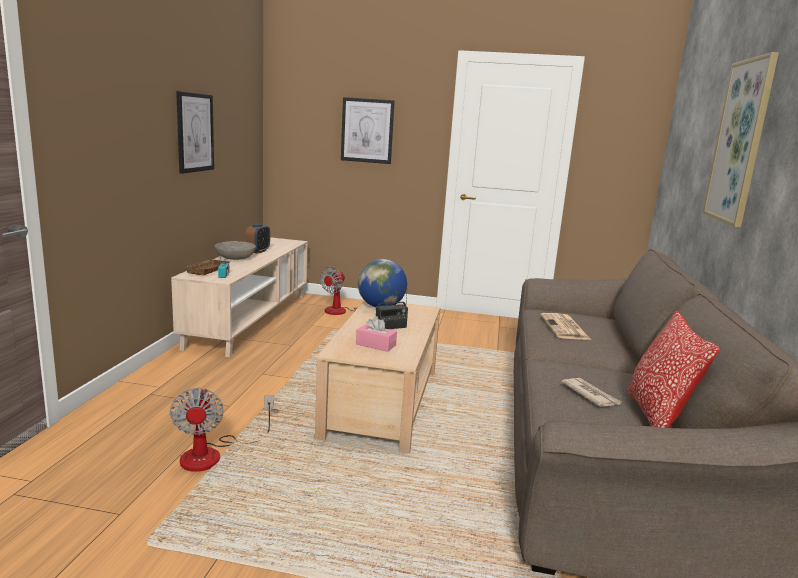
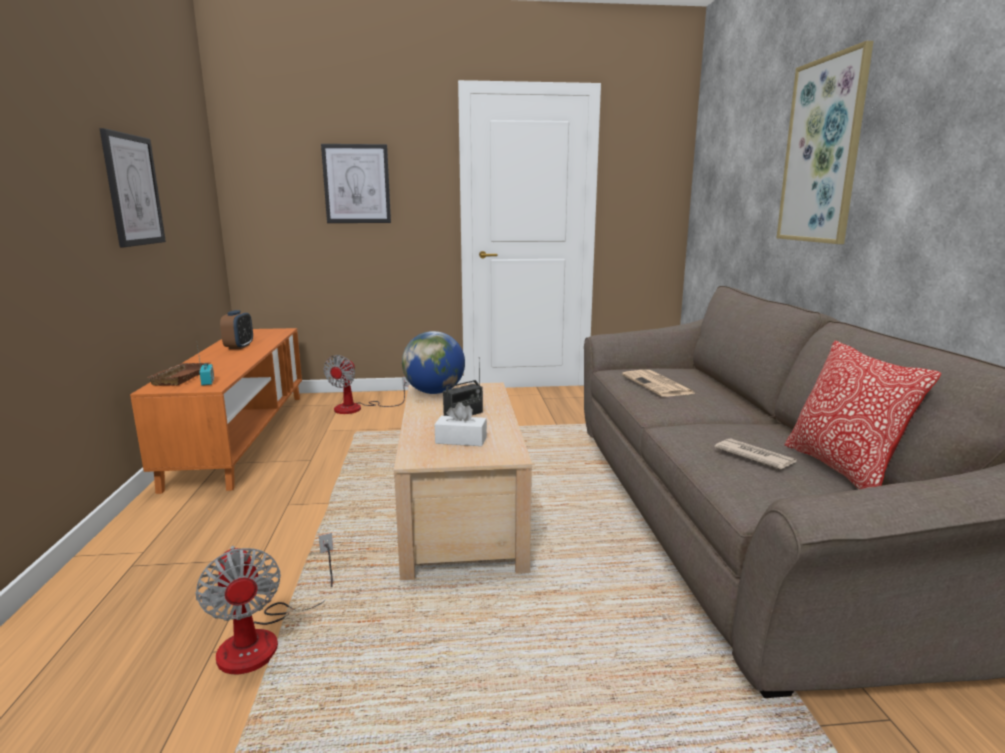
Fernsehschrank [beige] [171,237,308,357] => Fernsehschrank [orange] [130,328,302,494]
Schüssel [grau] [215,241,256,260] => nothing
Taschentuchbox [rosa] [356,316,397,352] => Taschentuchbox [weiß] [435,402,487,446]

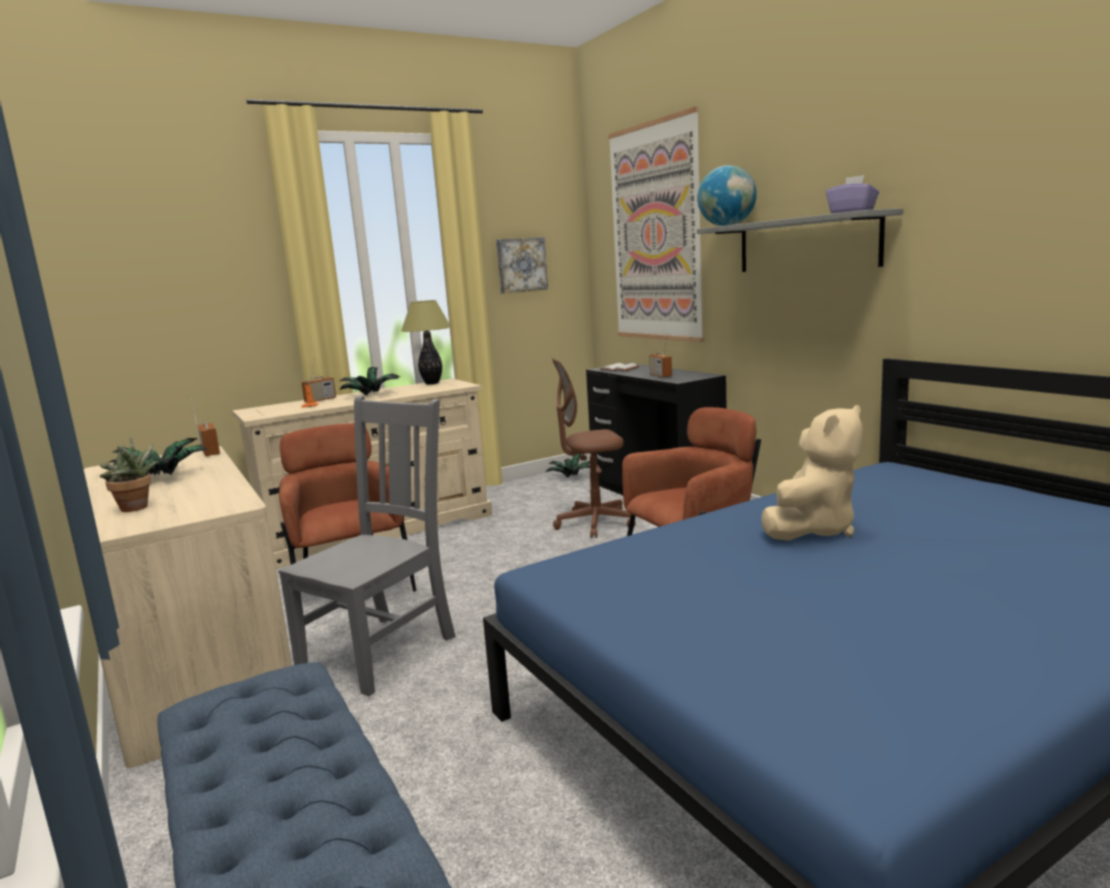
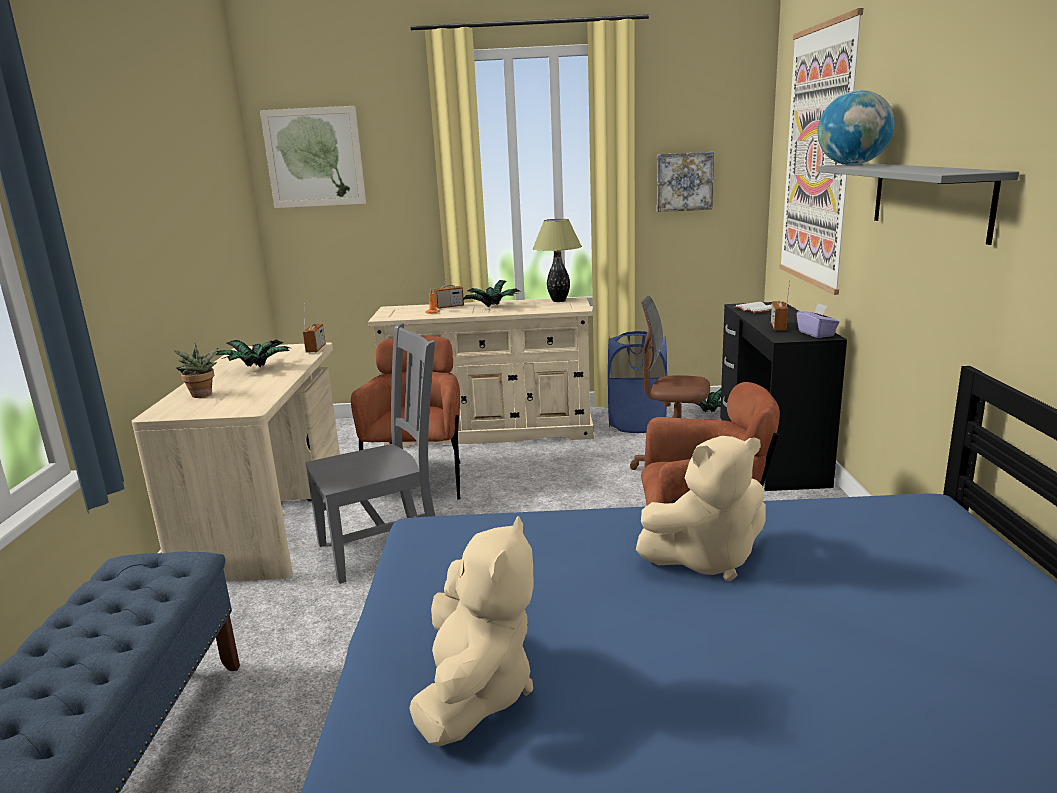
Taschentuchbox [lila] [826,175,879,213] => Taschentuchbox [lila] [796,303,840,338], relocated
nothing => Bild [260,106,366,208]
nothing => Wäschekorb [blau] [608,331,667,433]
nothing => Plüschtier [beige] [409,516,533,746]

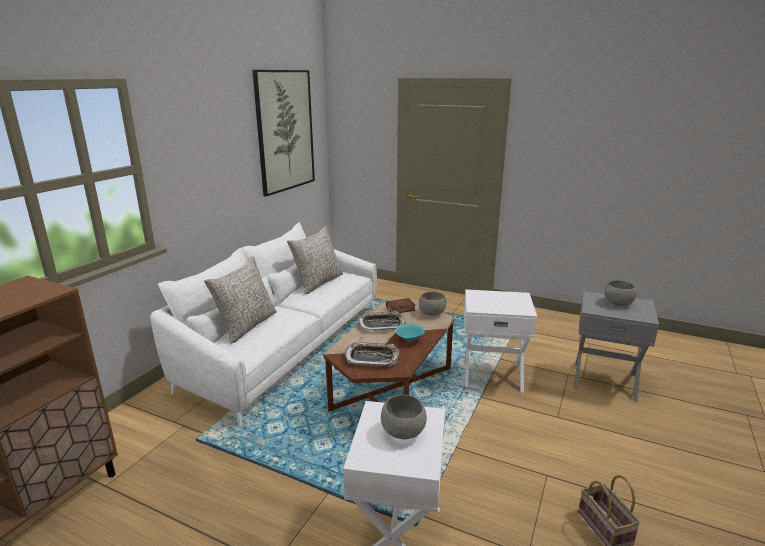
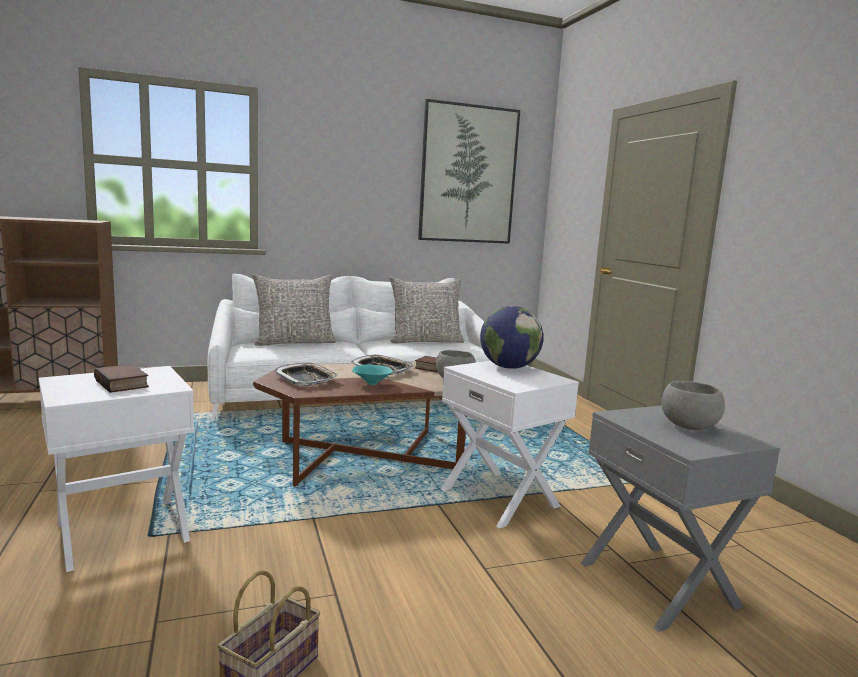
Schüssel [grau] [381,395,427,439] => Buch [94,364,149,393]
nothing => Globus [480,306,543,369]

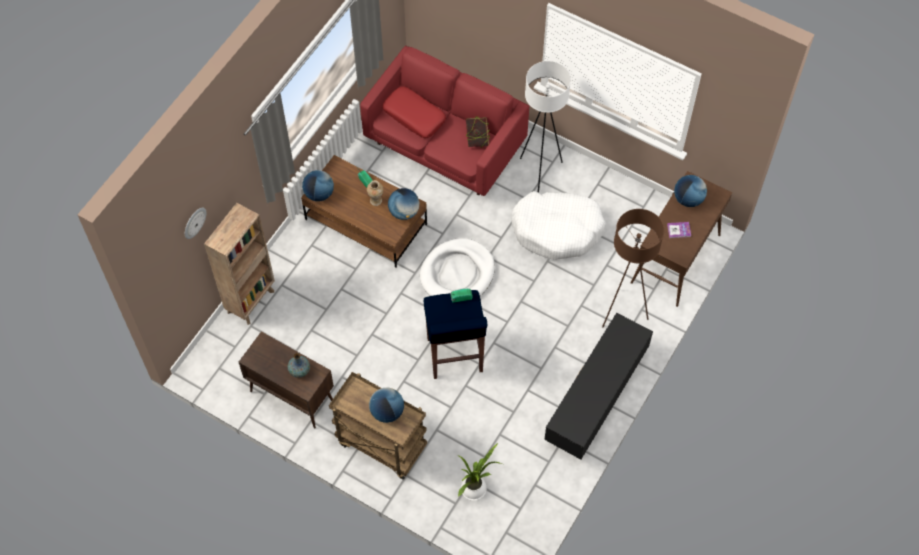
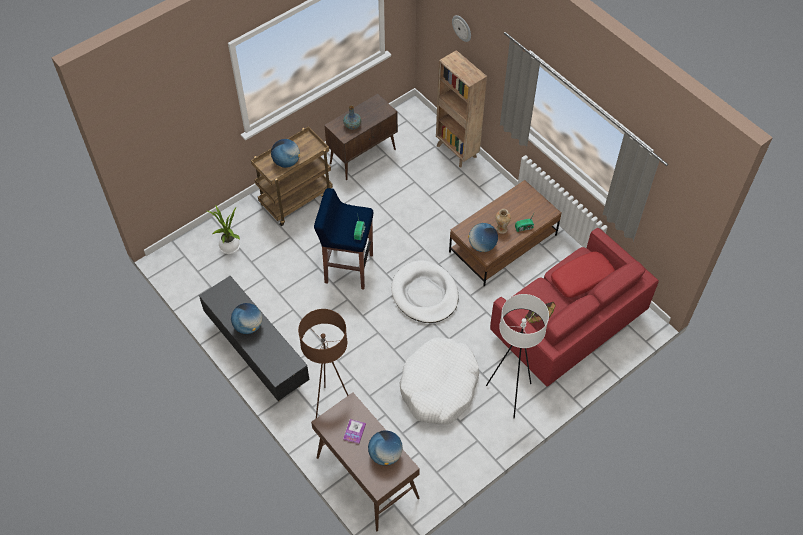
Globus [302,170,334,201] => Globus [231,303,262,334], relocated

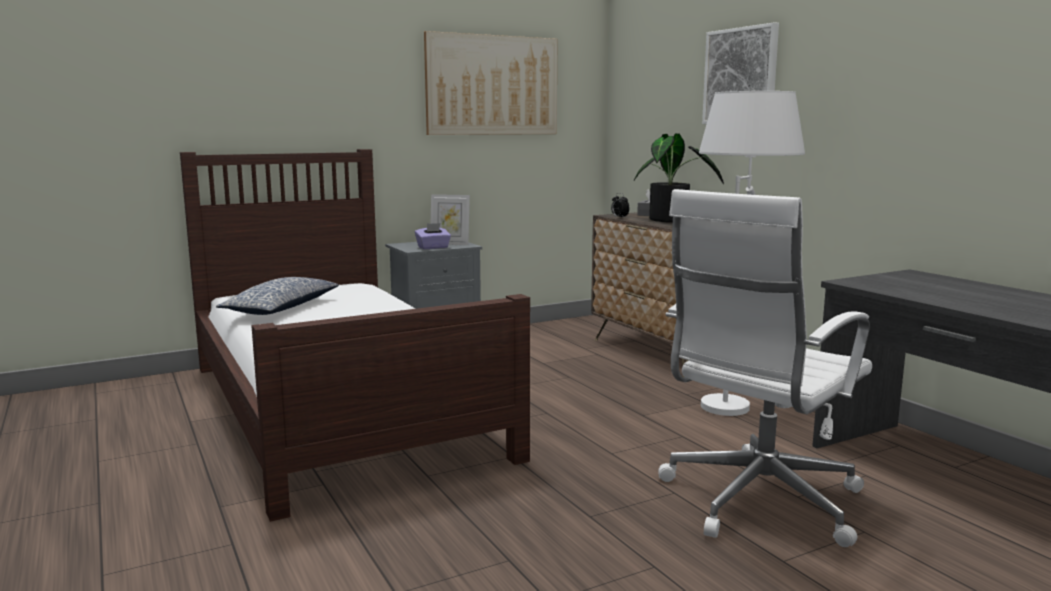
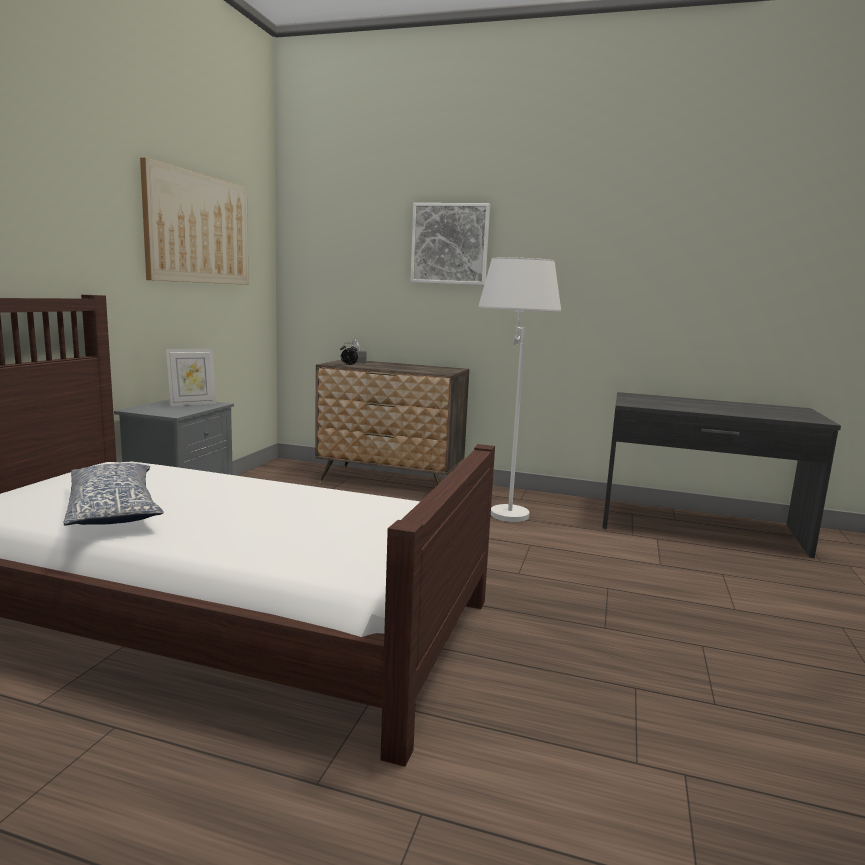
Topfpflanze [634,133,724,222] => nothing
Bürostuhl [weiß] [658,189,872,547] => nothing
Taschentuchbox [lila] [415,223,451,249] => nothing

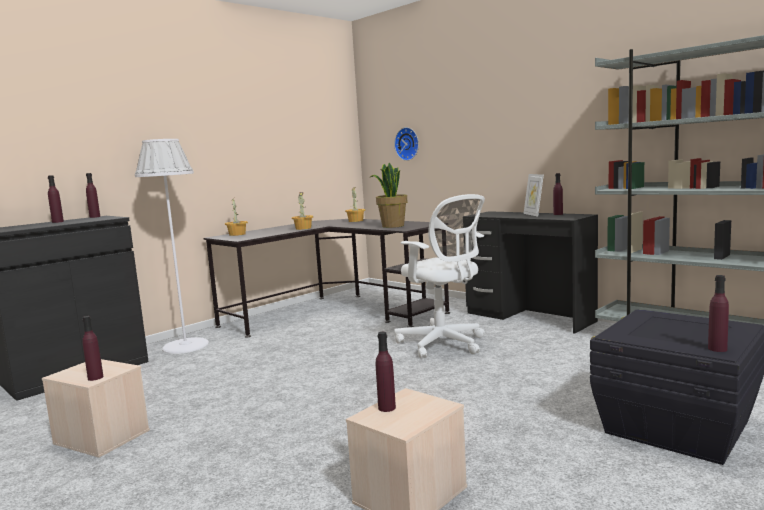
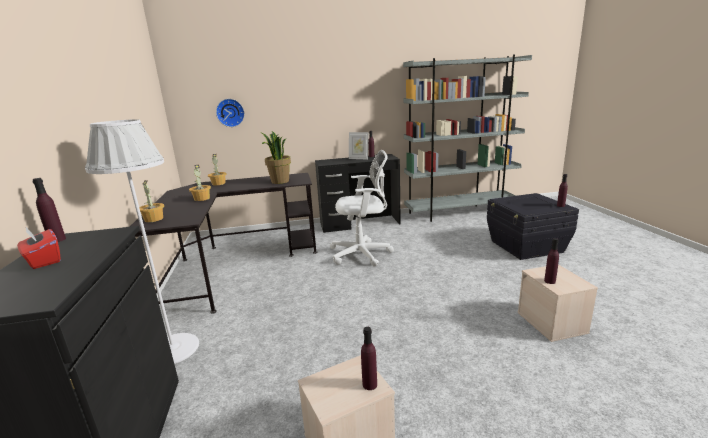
Flasche [lila] [48,175,64,223] => Taschentuchbox [rot] [17,227,61,269]

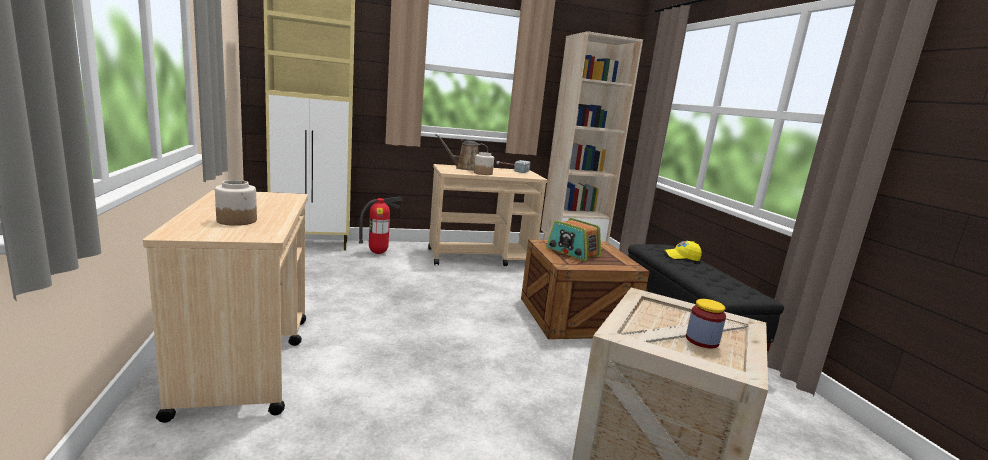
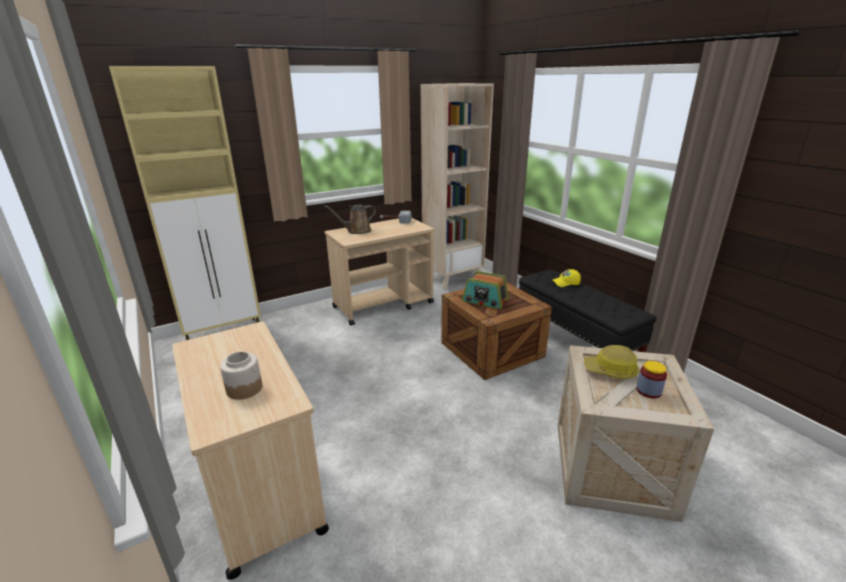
Vorratsglas [474,152,494,175] => nothing
Feuerlöscher [359,196,403,254] => nothing
nothing => Schutzhelm [584,345,639,379]

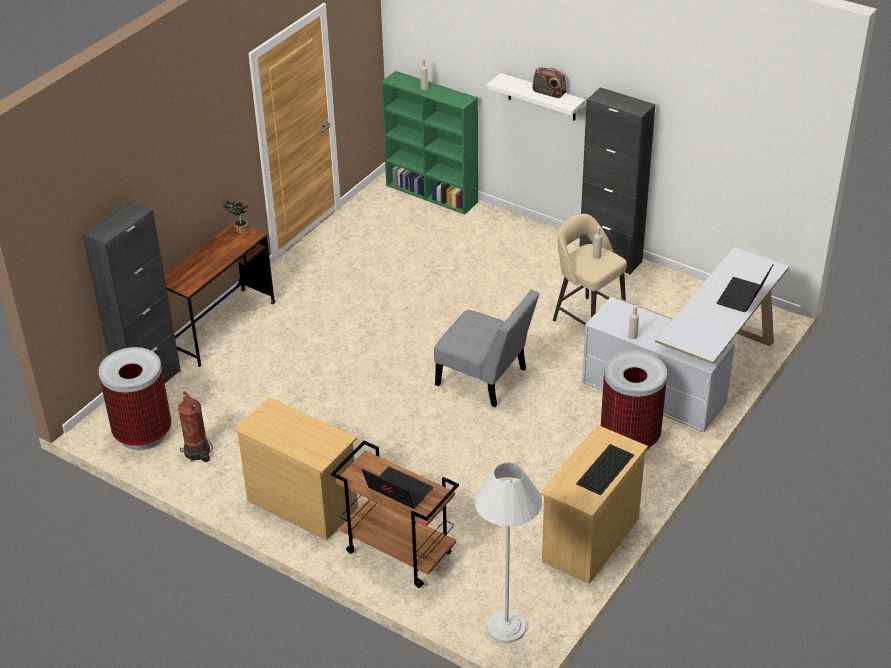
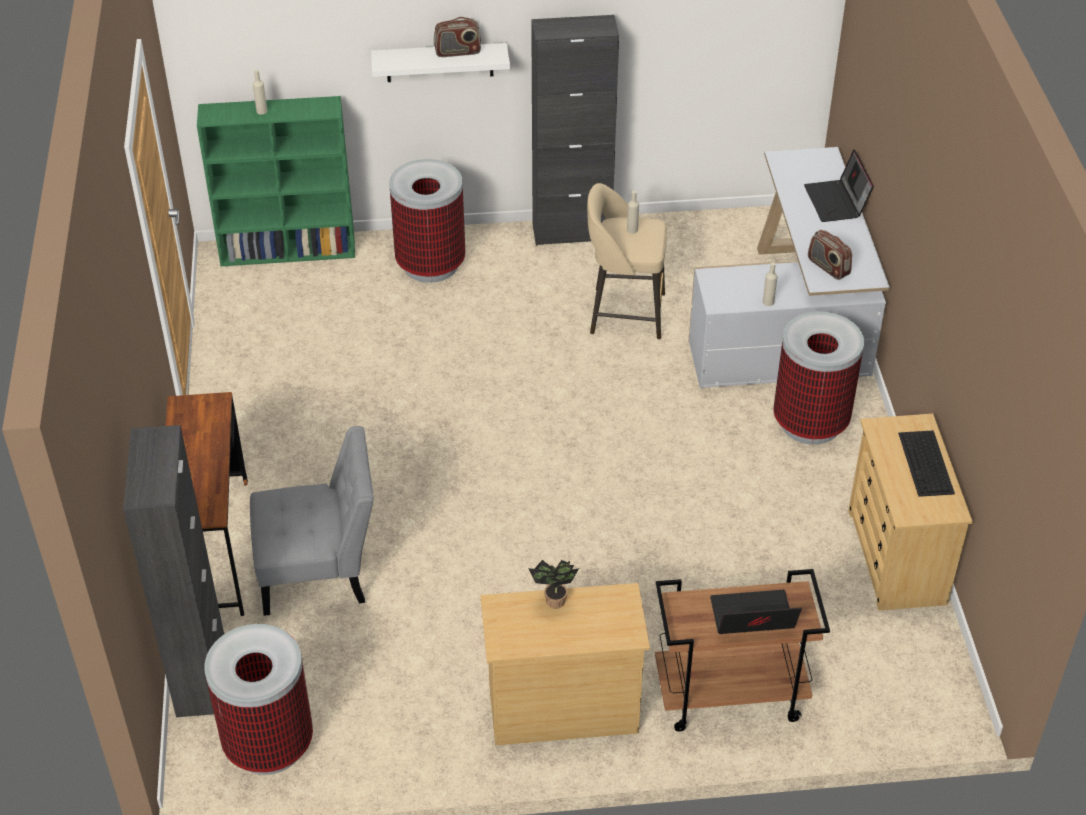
Topfpflanze [222,200,249,233] => Topfpflanze [528,560,579,608], relocated
Stuhl [grau] [434,290,539,407] => Stuhl [grau] [250,426,374,616], relocated
Feuerlöscher [178,391,213,462] => nothing
Stehlampe [weiß] [474,463,542,643] => nothing
nothing => Mülleimer [389,159,465,283]
nothing => Radio [808,230,852,280]

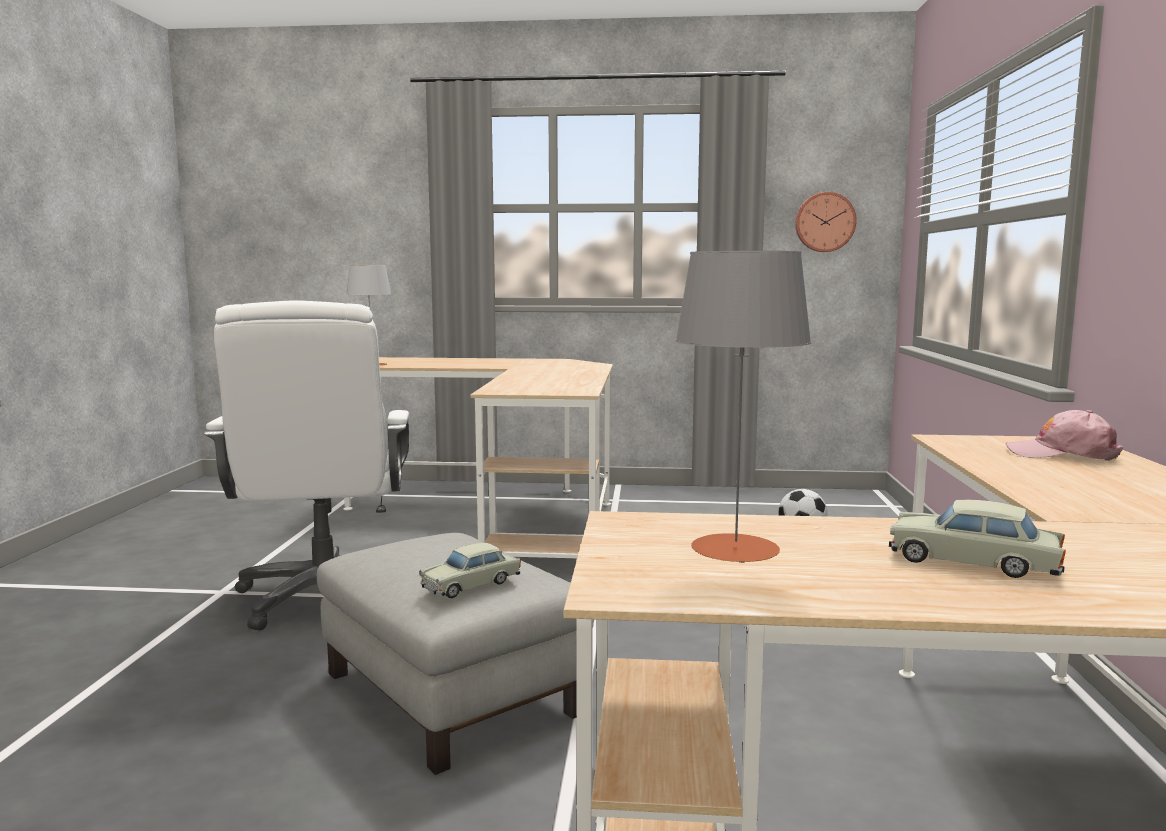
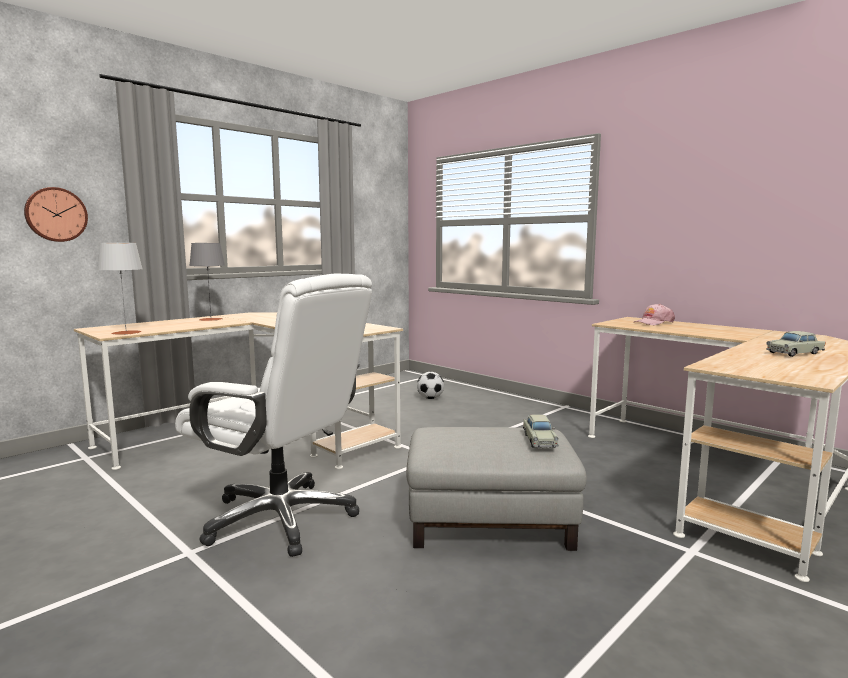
Wanduhr [795,192,856,252] => Wanduhr [24,187,88,242], relocated
Tischlampe [grau] [675,251,811,563] => Tischlampe [grau] [189,243,225,321], relocated

